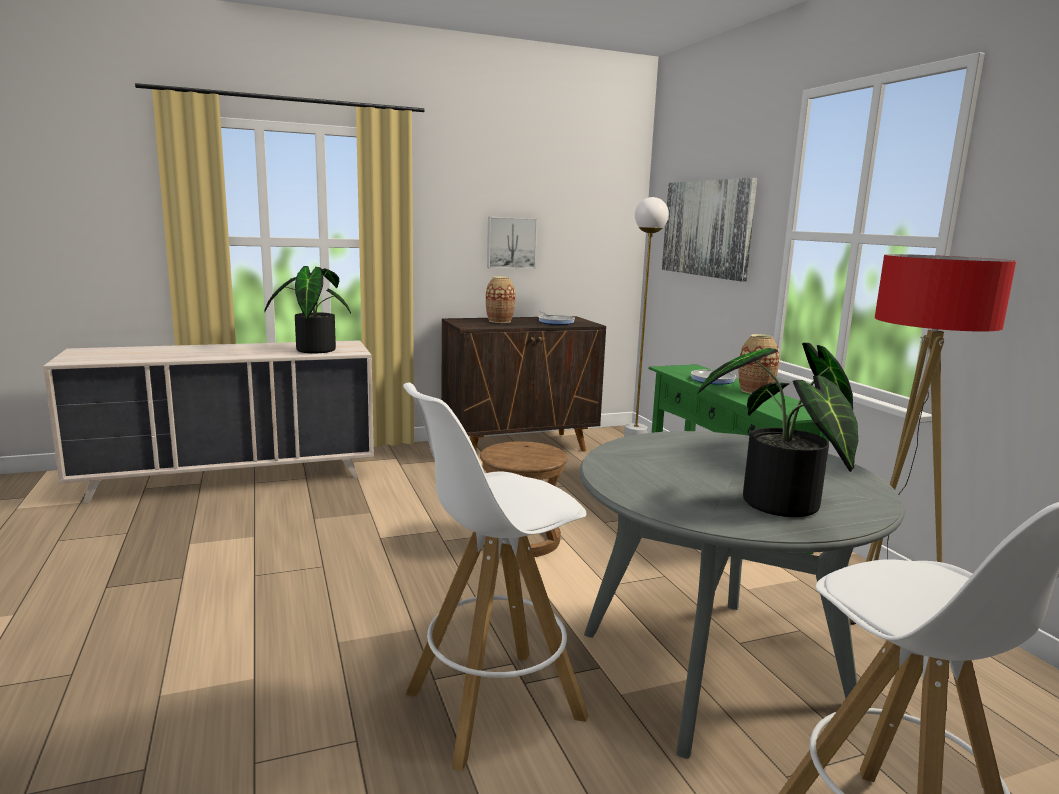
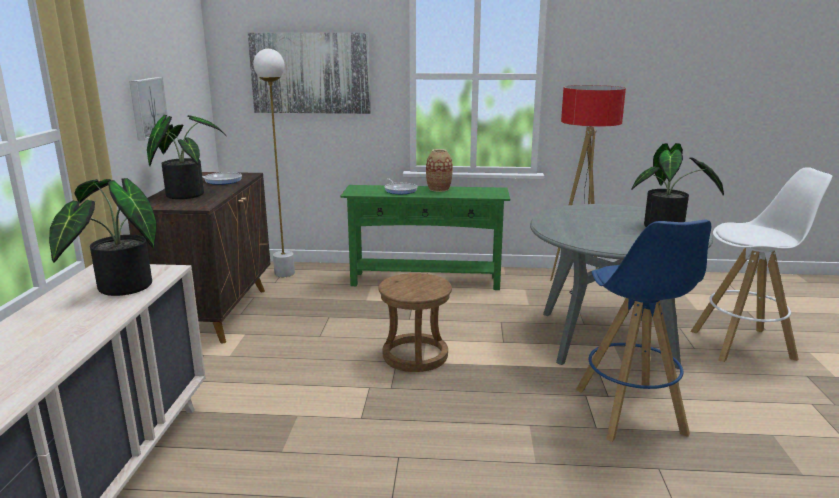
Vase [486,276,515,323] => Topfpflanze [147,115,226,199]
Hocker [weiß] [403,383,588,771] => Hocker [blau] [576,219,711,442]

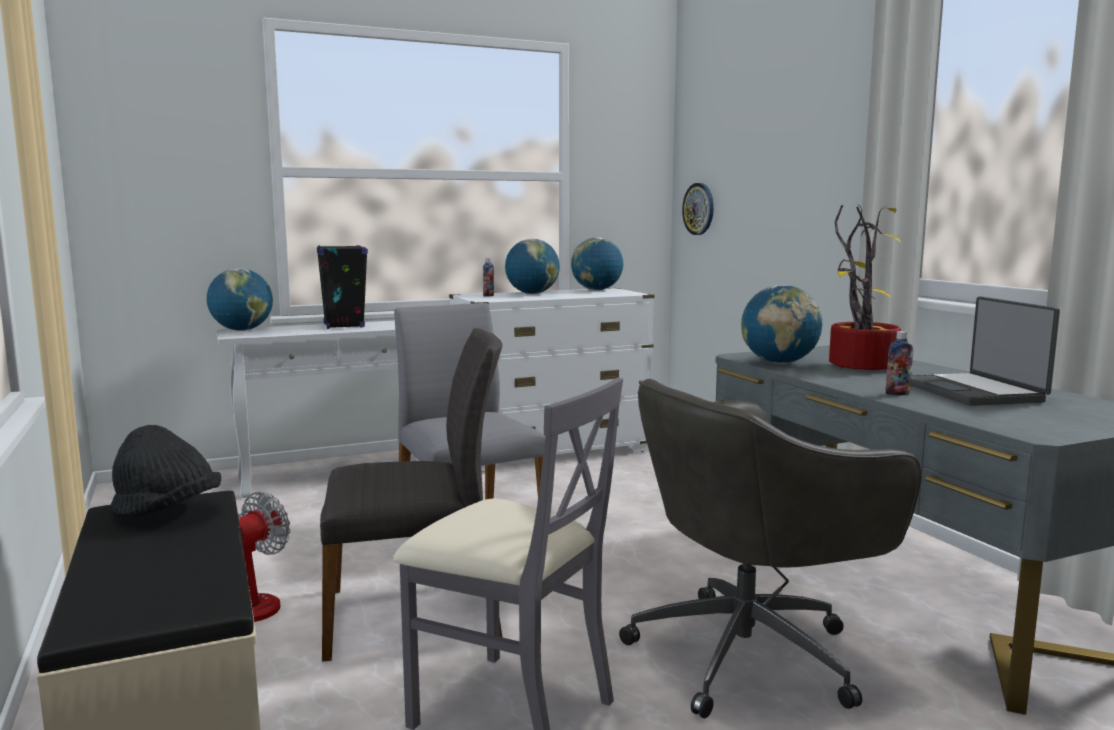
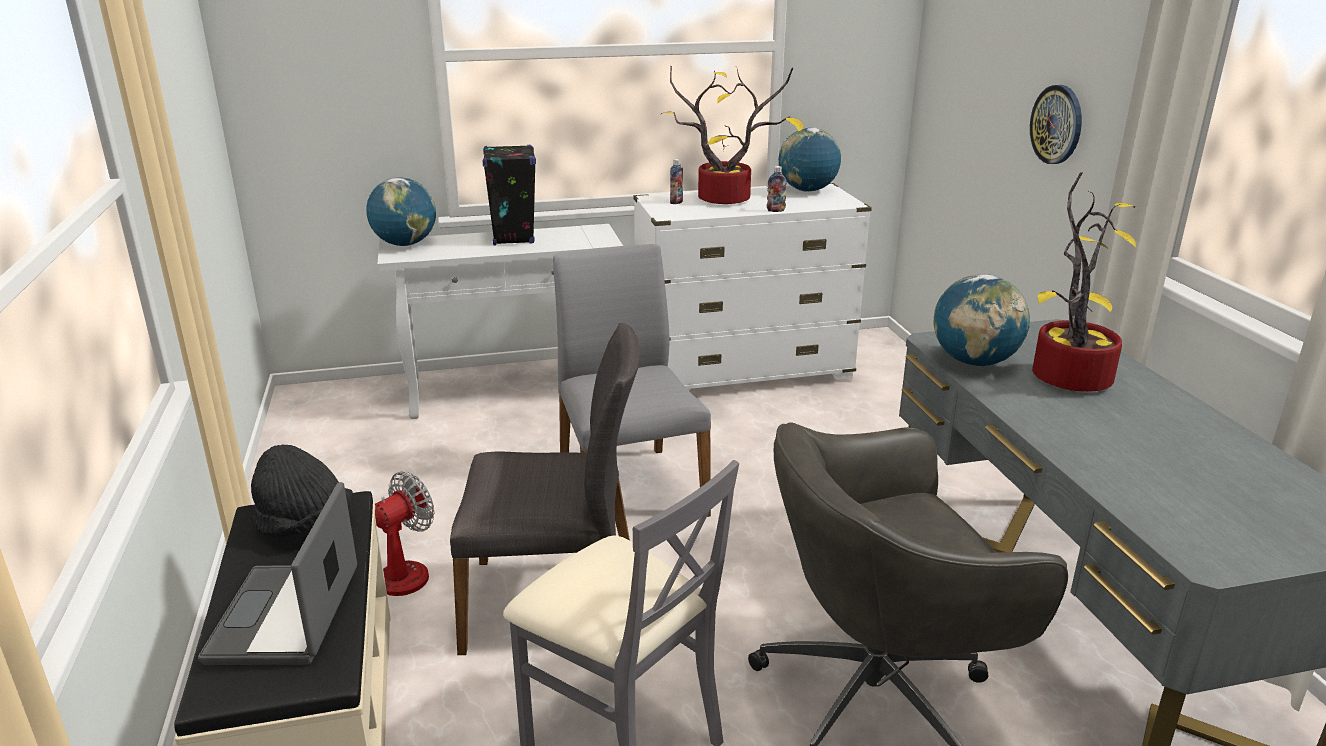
Wanduhr [682,183,714,235] => Wanduhr [1030,85,1082,164], relocated
Globus [505,239,560,294] => Topfpflanze [660,66,804,204]
Laptop [911,296,1060,406] => Laptop [198,482,357,665], relocated
Flasche [886,331,913,395] => Flasche [767,166,787,212], relocated

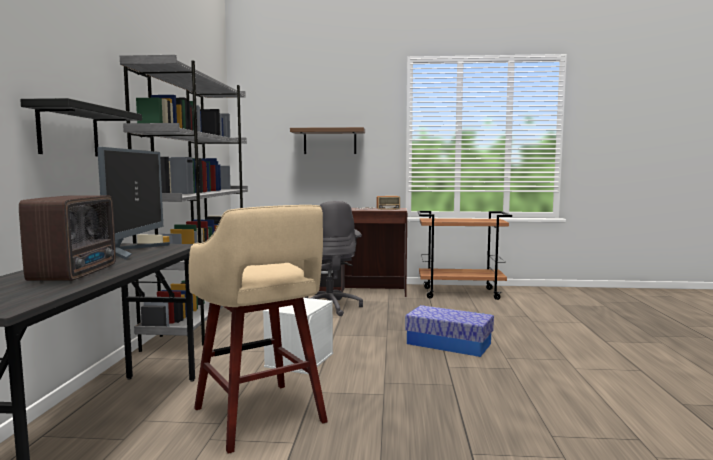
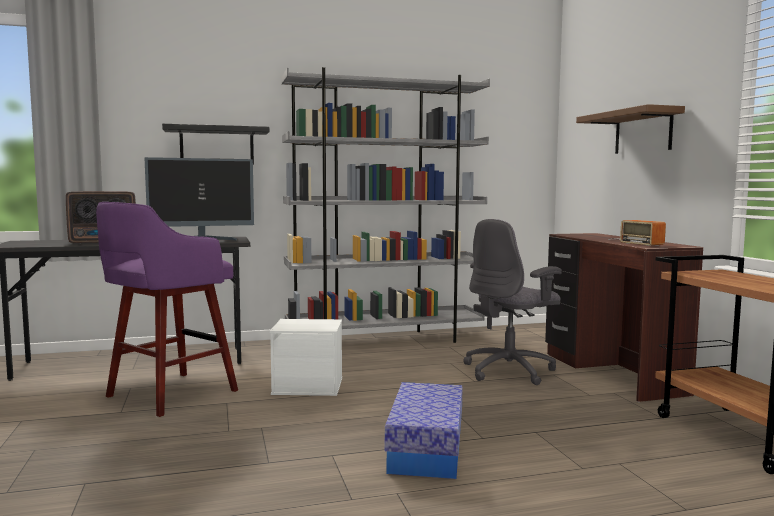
Hocker [beige] [188,205,328,454] => Hocker [lila] [96,202,238,417]

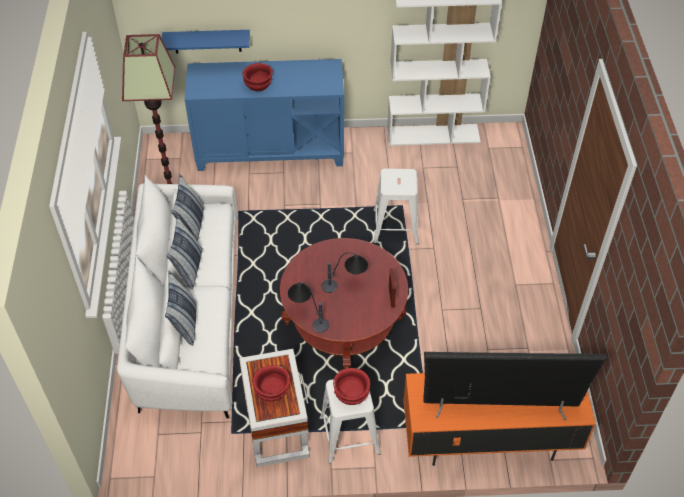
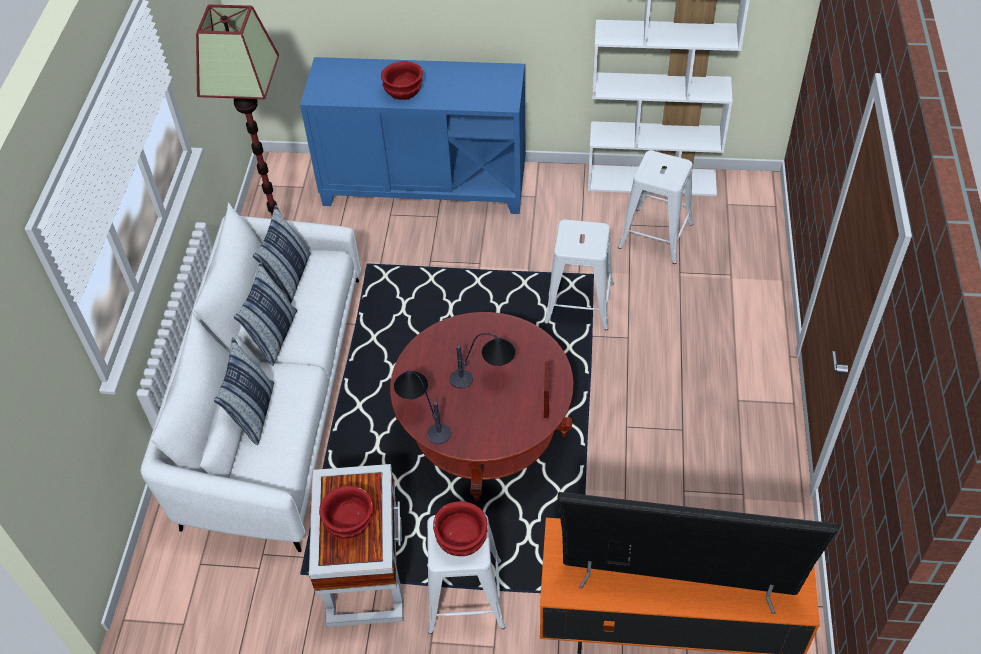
Wandregal [blau] [162,30,250,54] => nothing
nothing => Hocker [weiß] [618,150,693,264]

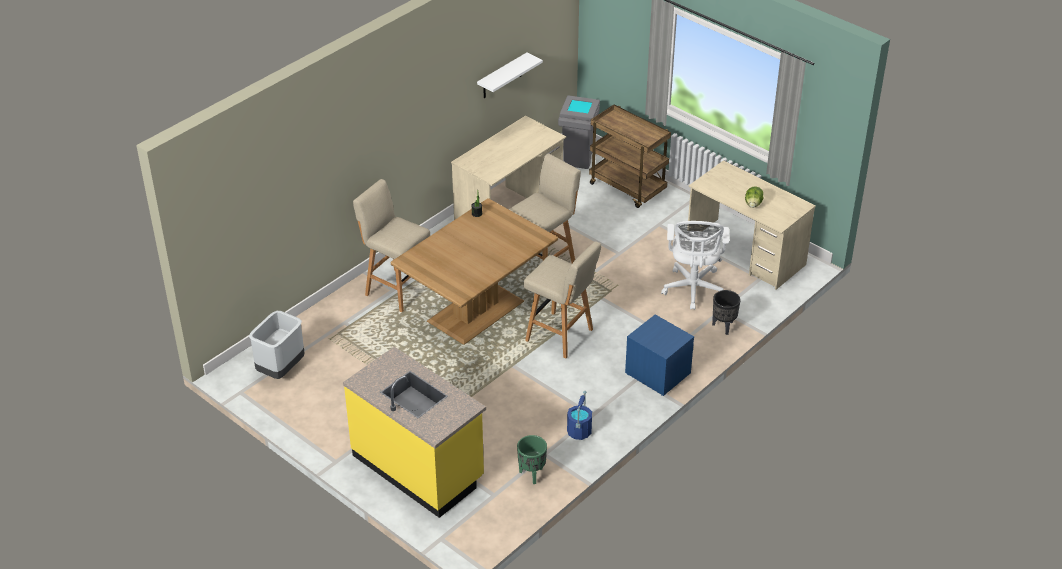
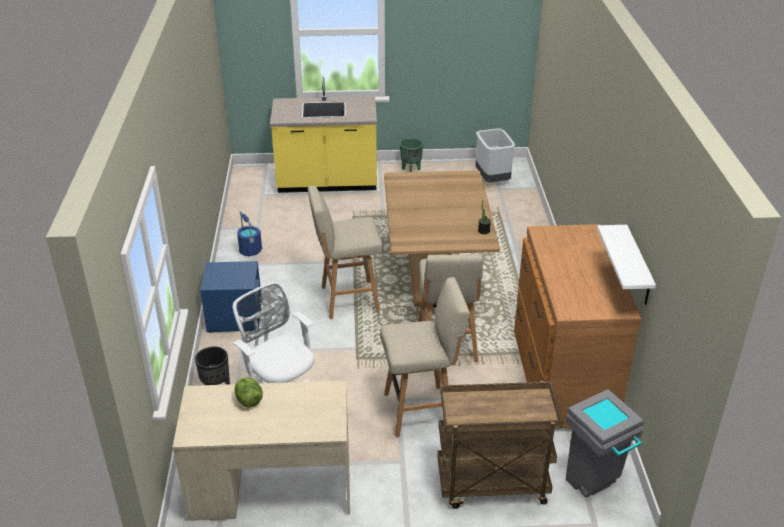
Schreibtisch [beige] [451,116,566,220] => Kommode [braun] [514,224,642,428]
Hocker [beige] [353,179,430,312] => Hocker [beige] [380,277,470,438], relocated
Pflanzkübel [grün] [517,435,547,484] => Pflanzkübel [grün] [400,138,423,172], relocated

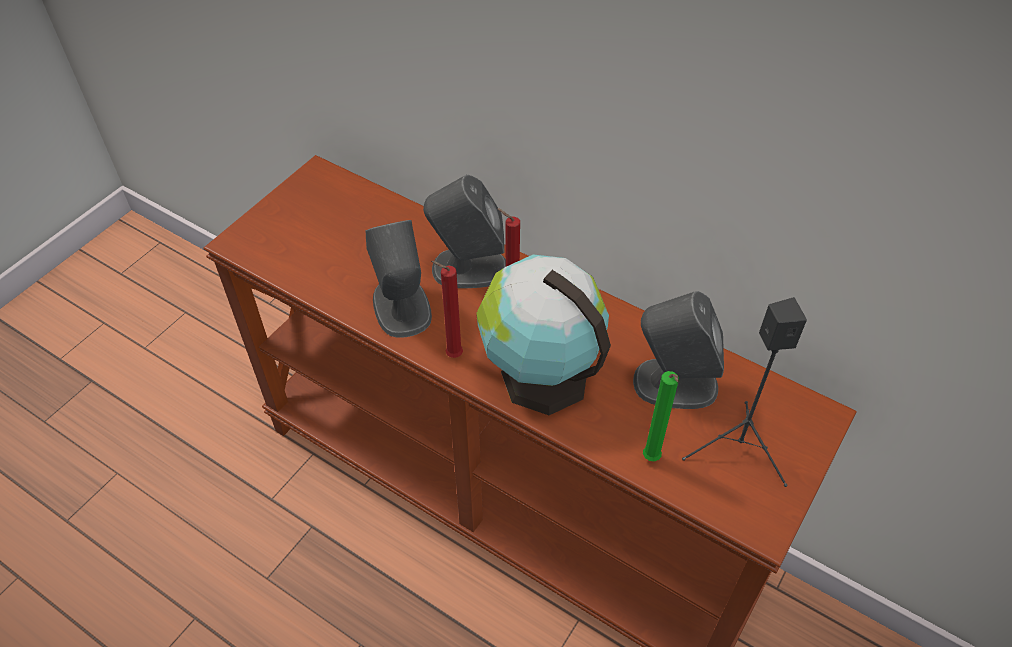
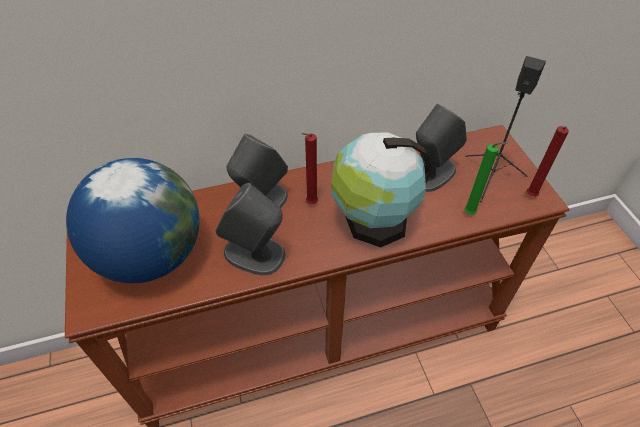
Kerze [rot] [431,261,463,358] => Kerze [rot] [527,126,569,197], relocated
nothing => Globus [66,158,200,283]

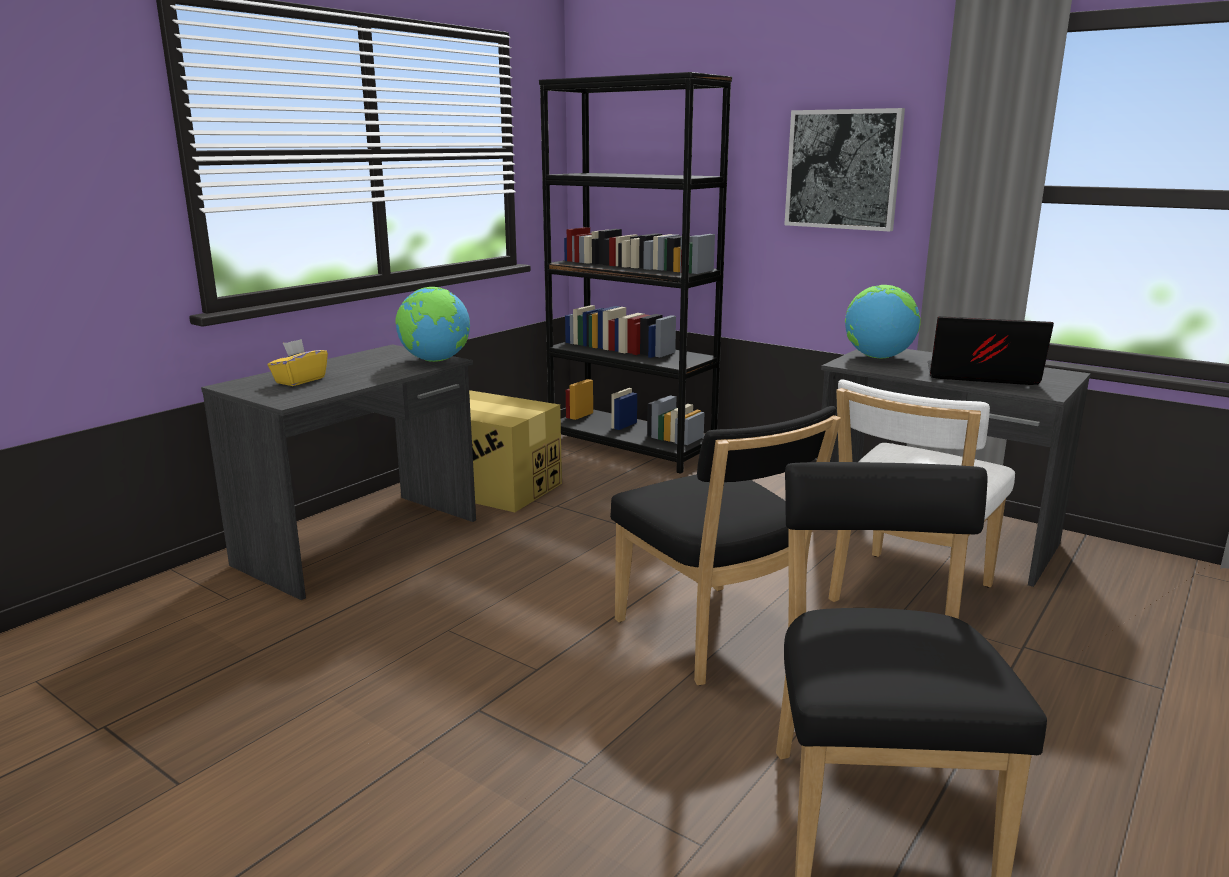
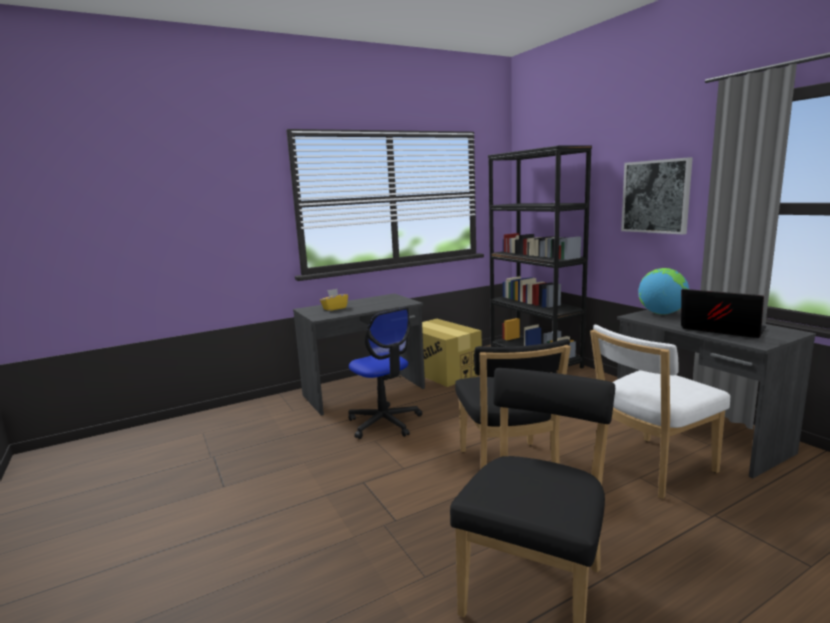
Globus [396,287,470,362] => nothing
nothing => Bürostuhl [348,307,422,439]

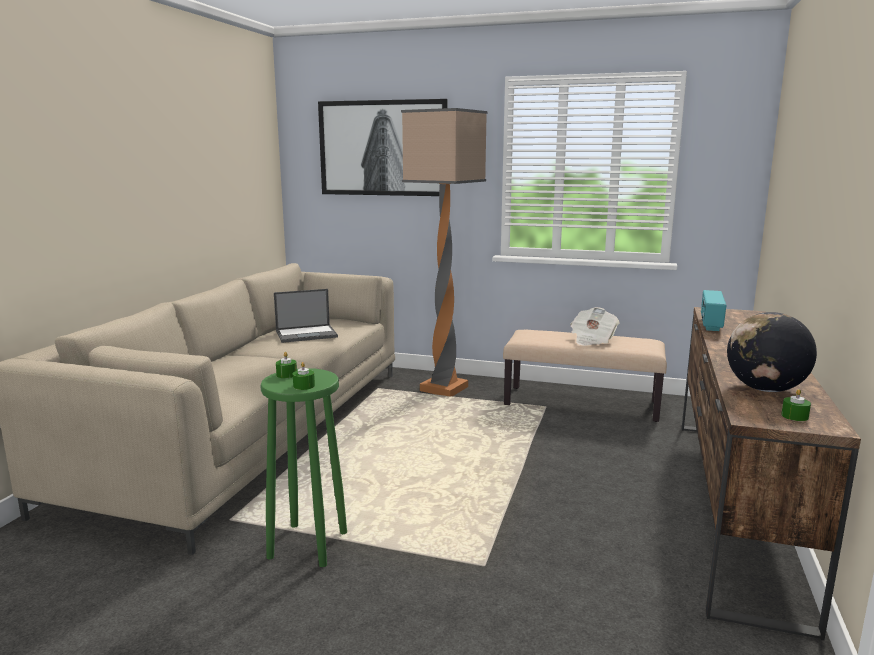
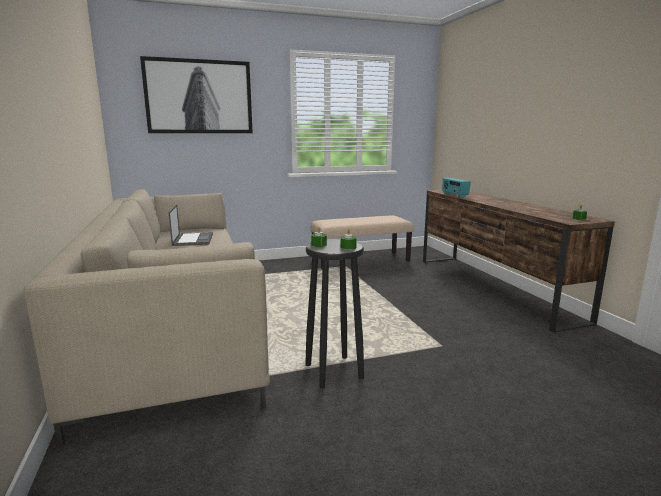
Stehlampe [401,108,488,397] => nothing
Laptop [274,289,338,343] => Laptop [168,205,213,246], 45 degrees counterclockwise
Zeitung [570,307,619,346] => nothing
Globus [727,312,817,392] => nothing
Hocker [grün] [261,368,347,567] => Hocker [schwarz] [305,239,364,388]

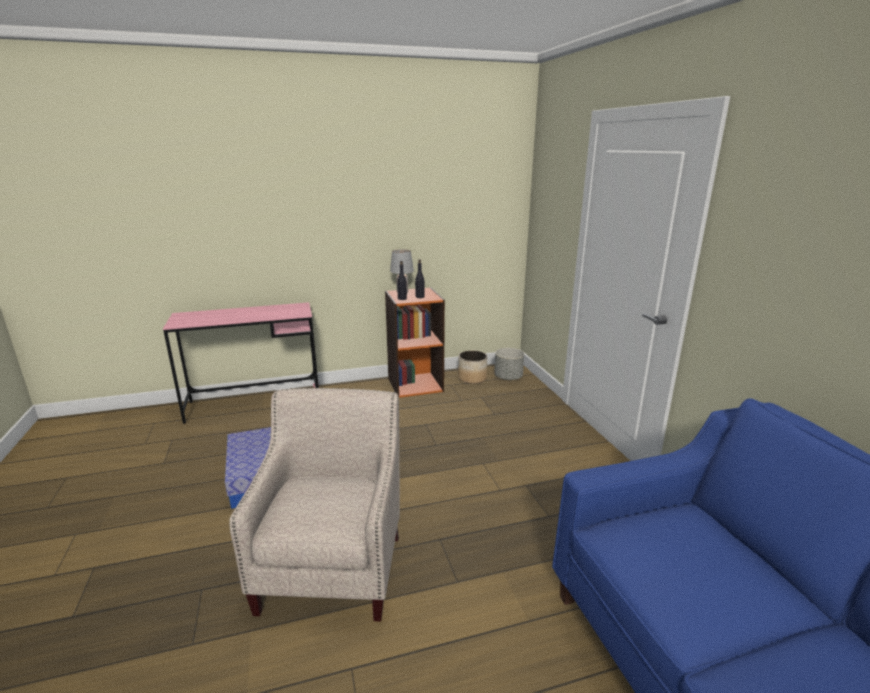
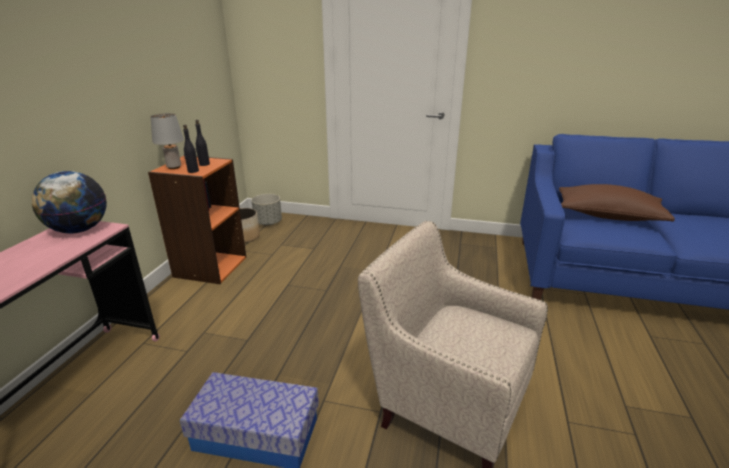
nothing => Globus [32,171,107,233]
nothing => Kissen [braun] [559,184,675,222]

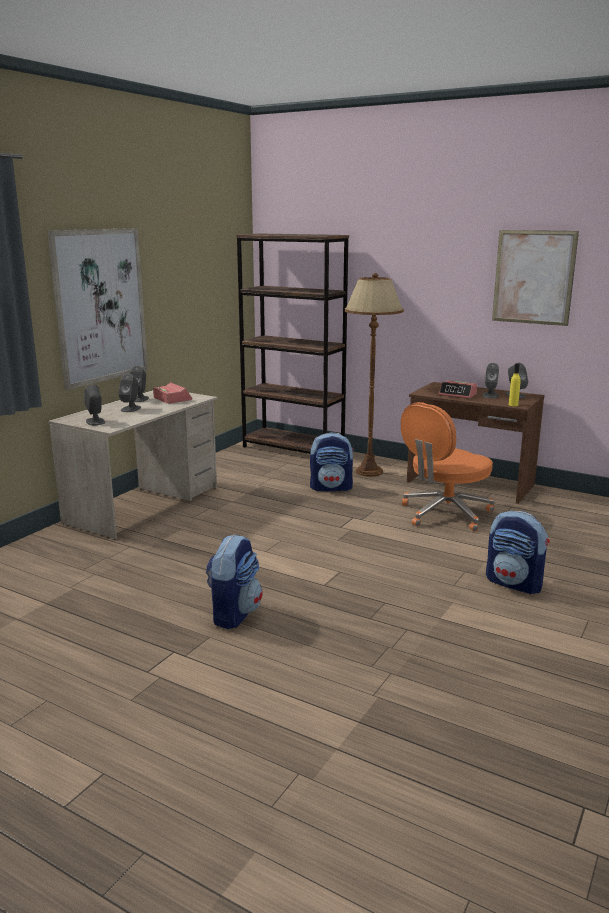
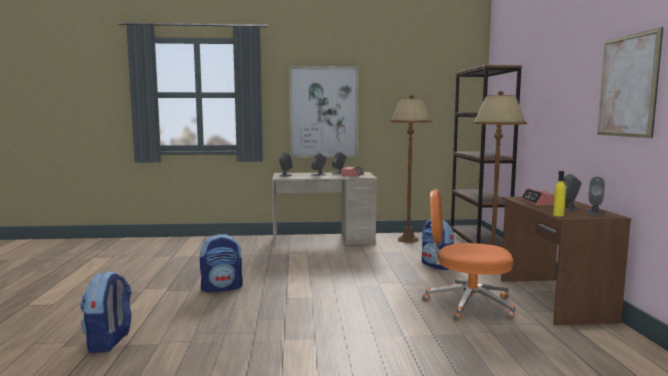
Rucksack [486,511,550,594] => Rucksack [80,271,132,353], relocated
nothing => Stehlampe [braun] [390,95,432,243]

